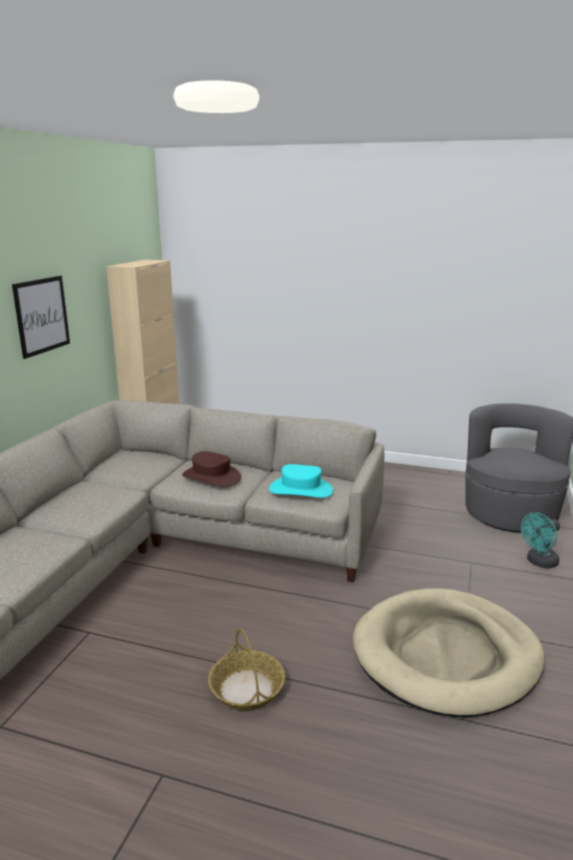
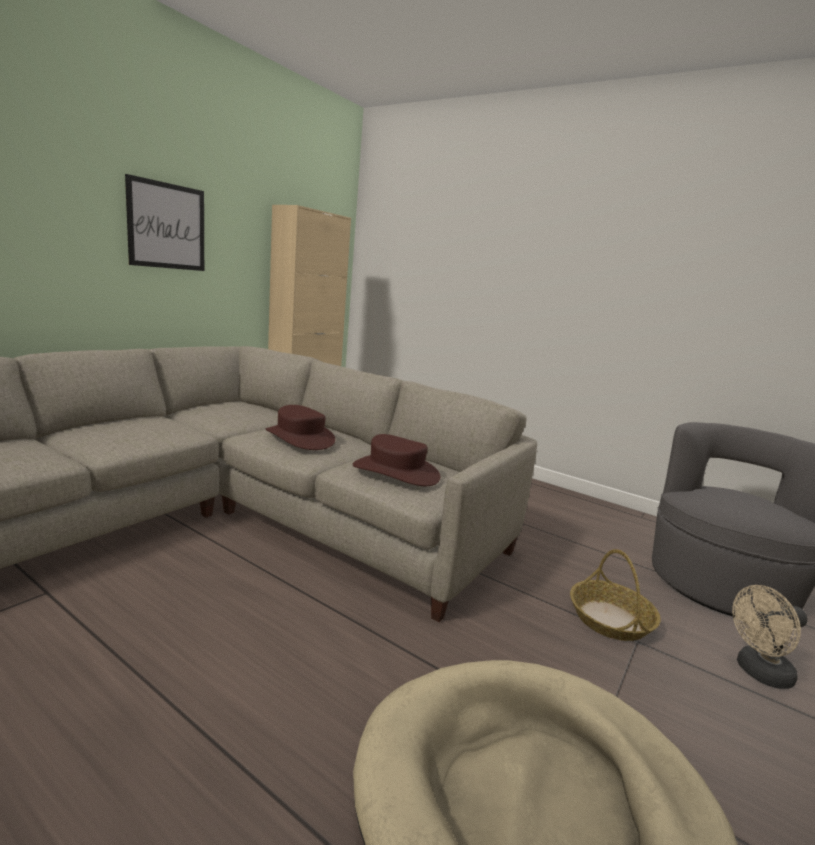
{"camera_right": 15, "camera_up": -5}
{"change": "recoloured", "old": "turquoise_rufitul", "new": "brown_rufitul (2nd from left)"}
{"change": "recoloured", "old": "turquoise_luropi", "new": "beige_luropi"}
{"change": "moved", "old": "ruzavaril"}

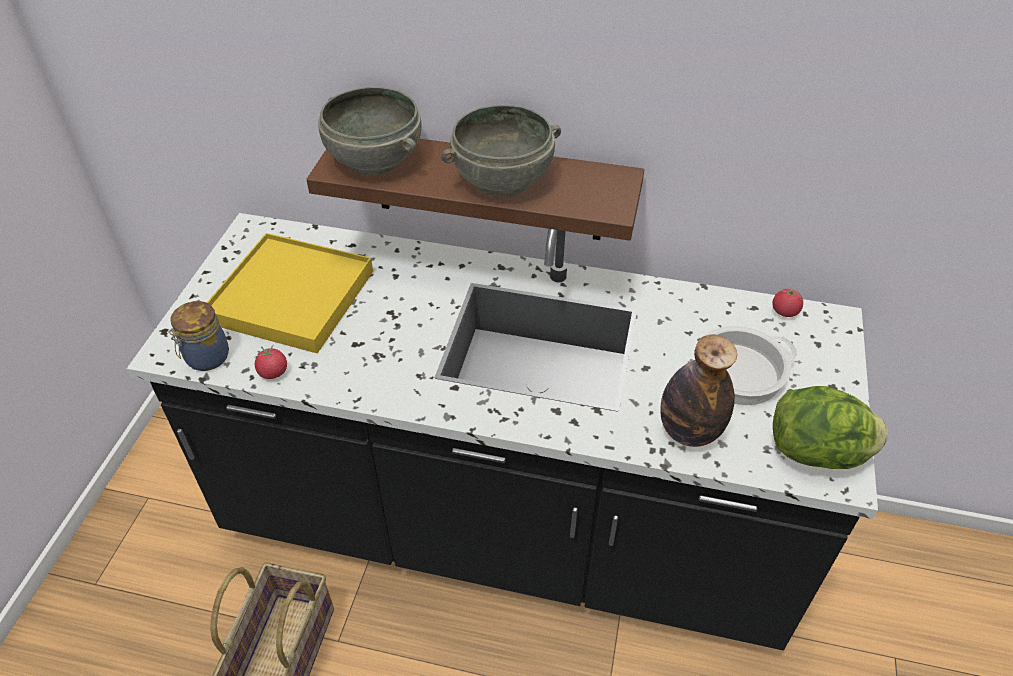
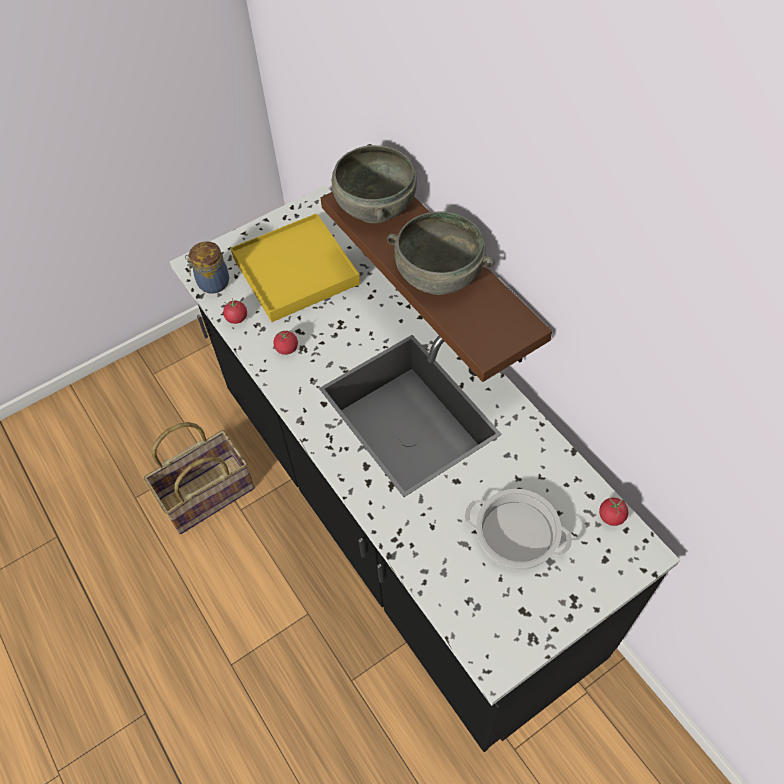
{"camera_right": 45, "camera_up": 10}
{"change": "removed", "old": "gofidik"}
{"change": "removed", "old": "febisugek"}
{"change": "added", "new": "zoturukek (2nd from left)"}

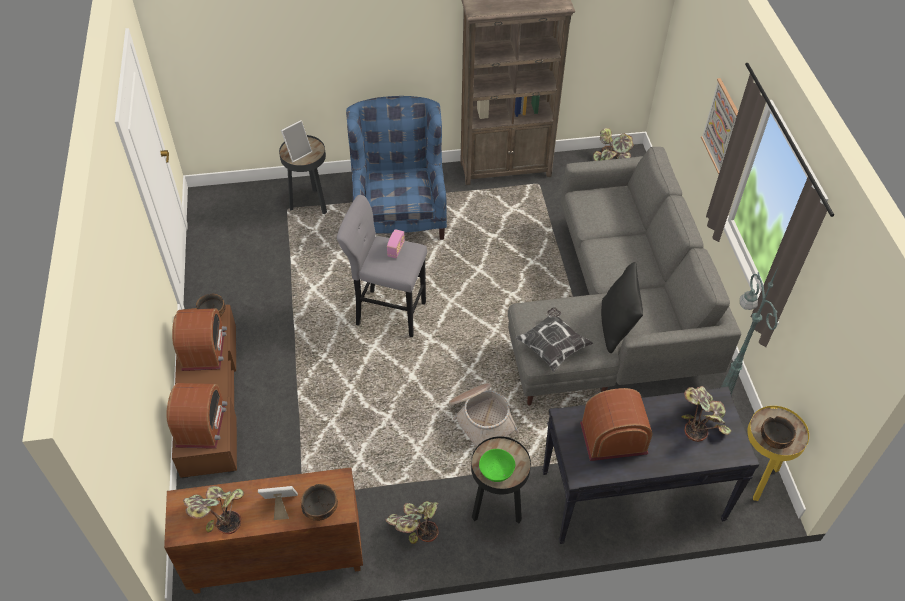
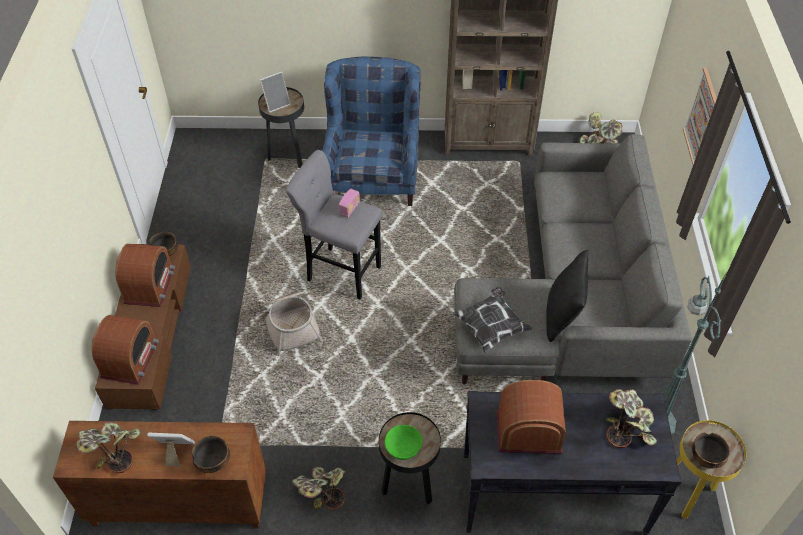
{"camera_right": 10, "camera_up": 0}
{"change": "moved", "old": "ruzavaril"}

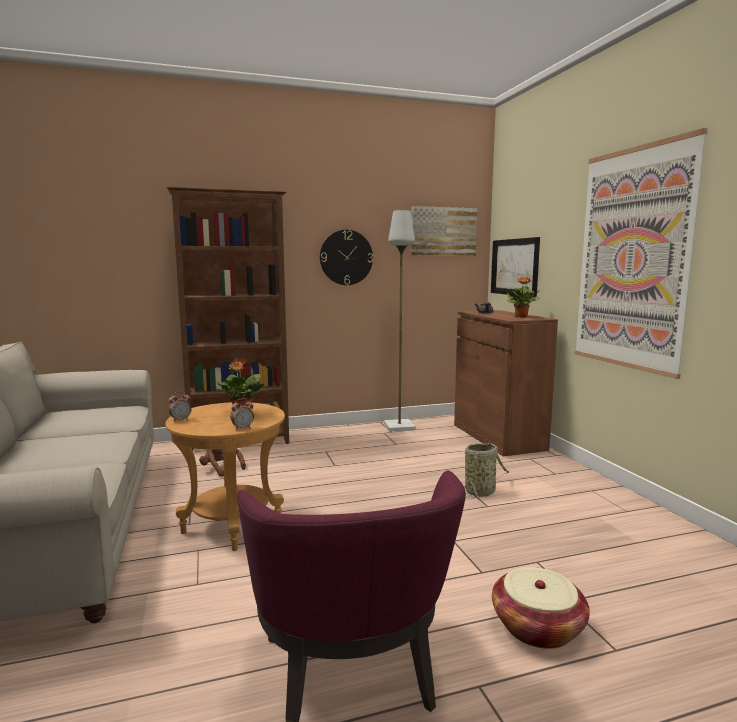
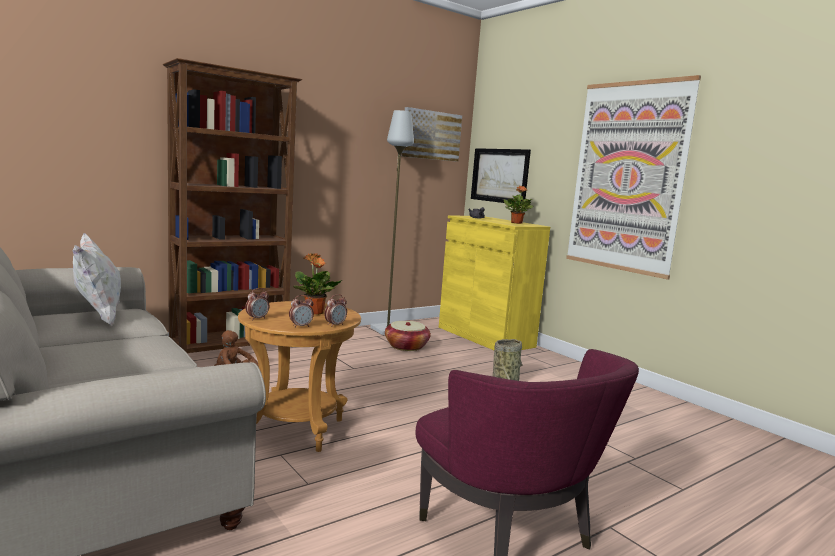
{"camera_right": -20, "camera_up": 0}
{"change": "removed", "old": "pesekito"}
{"change": "recoloured", "old": "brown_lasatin", "new": "yellow_lasatin"}
{"change": "moved", "old": "ruzavaril (2nd from left in the first image)", "new": "ruzavaril (1st from left)"}
{"change": "added", "new": "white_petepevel"}
{"change": "added", "new": "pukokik (2nd from left)"}

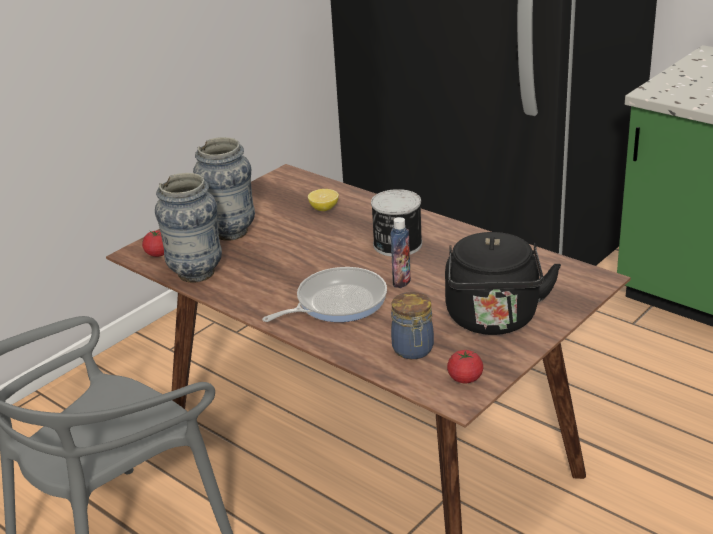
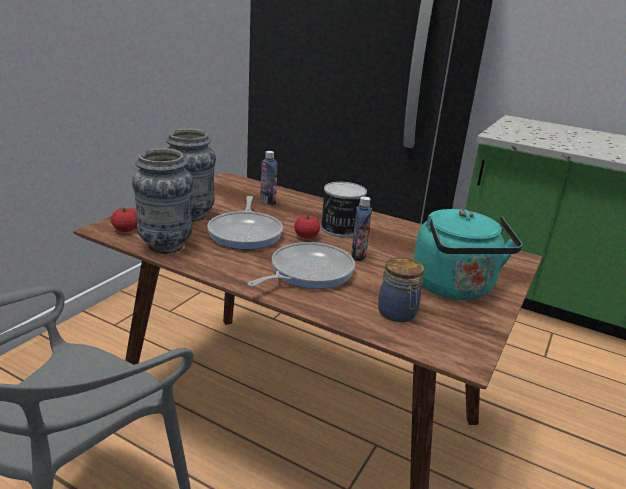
{"camera_right": -15, "camera_up": -5}
{"change": "replaced", "old": "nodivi", "new": "gofidik (1st from left)"}
{"change": "recoloured", "old": "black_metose", "new": "turquoise_metose"}
{"change": "moved", "old": "zoturukek (2nd from left)"}
{"change": "added", "new": "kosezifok (1st from left)"}

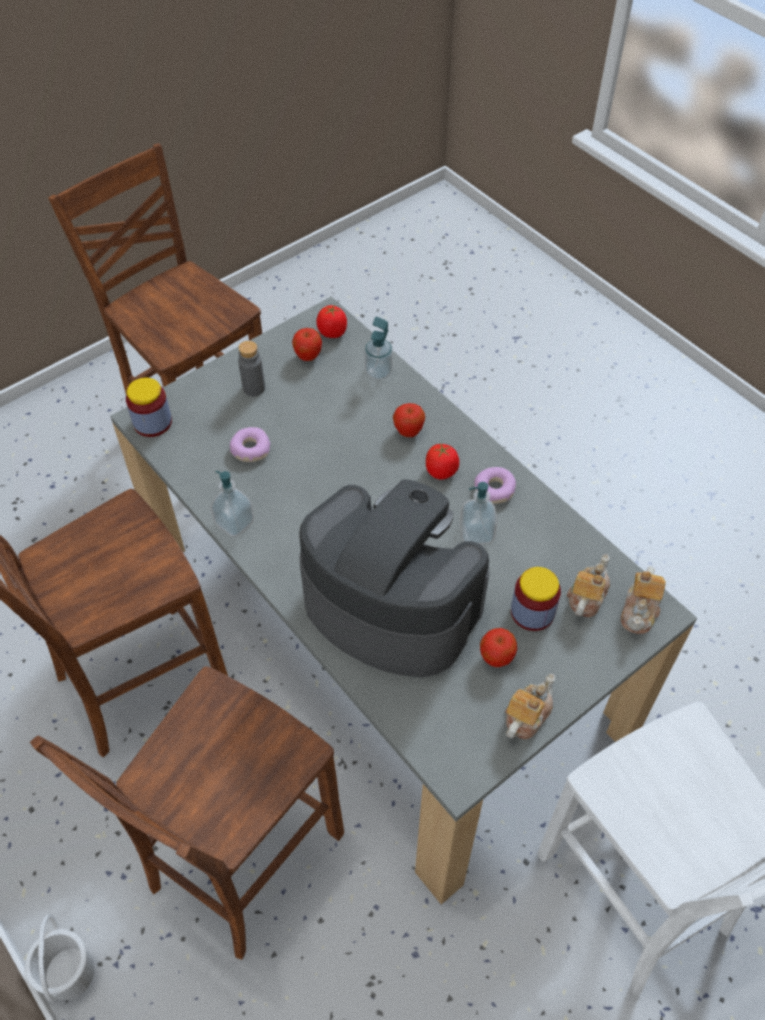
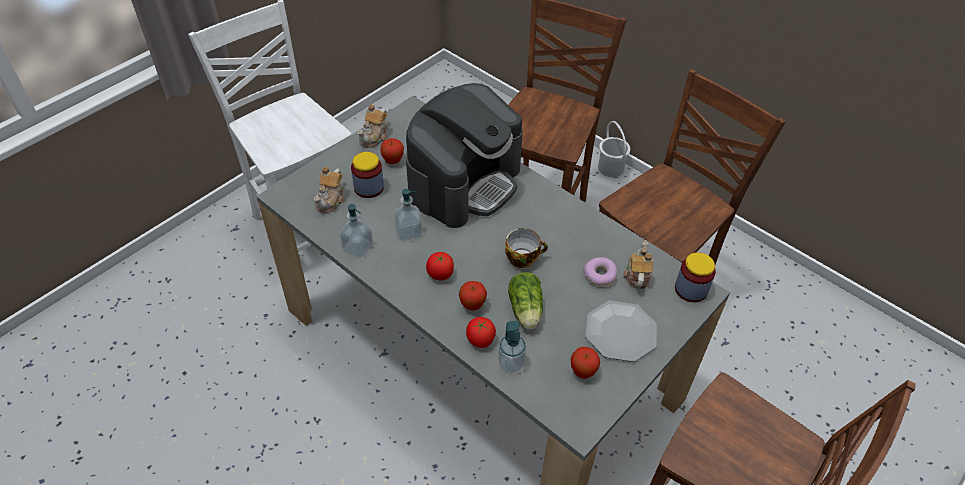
{"camera_right": 170, "camera_up": -5}
{"change": "moved", "old": "zoturukek (1st from left in the first image)", "new": "zoturukek (2nd from left)"}
{"change": "replaced", "old": "grey_gofidik", "new": "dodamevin"}
{"change": "removed", "old": "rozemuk (2nd from left)"}
{"change": "moved", "old": "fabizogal (1st from left)"}
{"change": "turned", "old": "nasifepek", "degrees": -75}
{"change": "moved", "old": "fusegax (3rd from left)"}
{"change": "added", "new": "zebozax"}
{"change": "added", "new": "febisugek"}

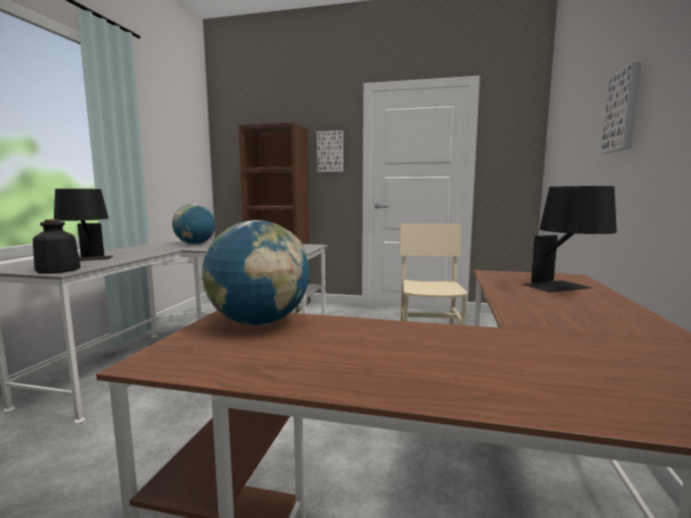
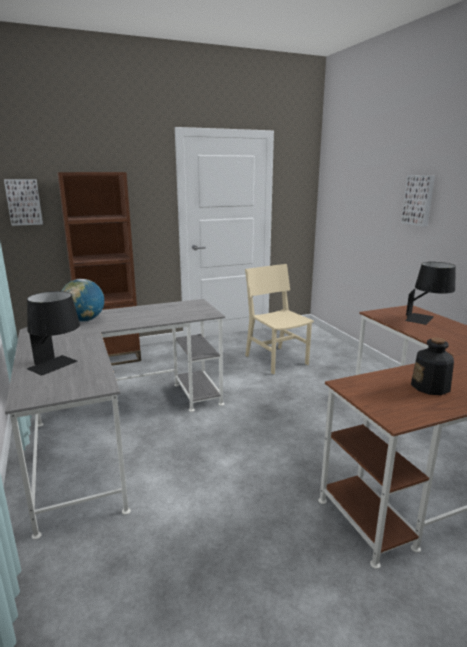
{"camera_right": -35, "camera_up": 10}
{"change": "moved", "old": "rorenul (1st from left)"}
{"change": "moved", "old": "gofidik"}
{"change": "removed", "old": "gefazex (2nd from left)"}

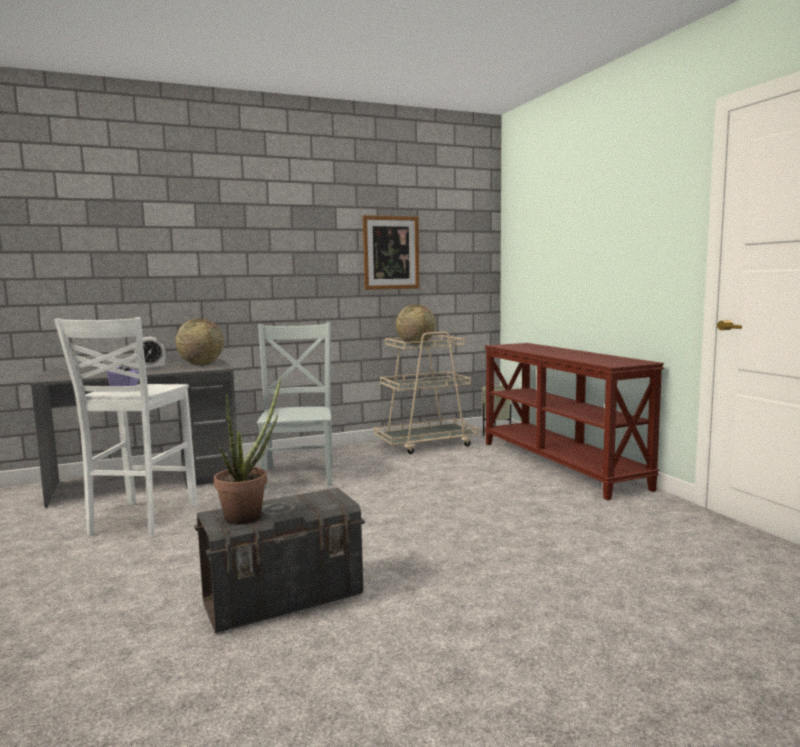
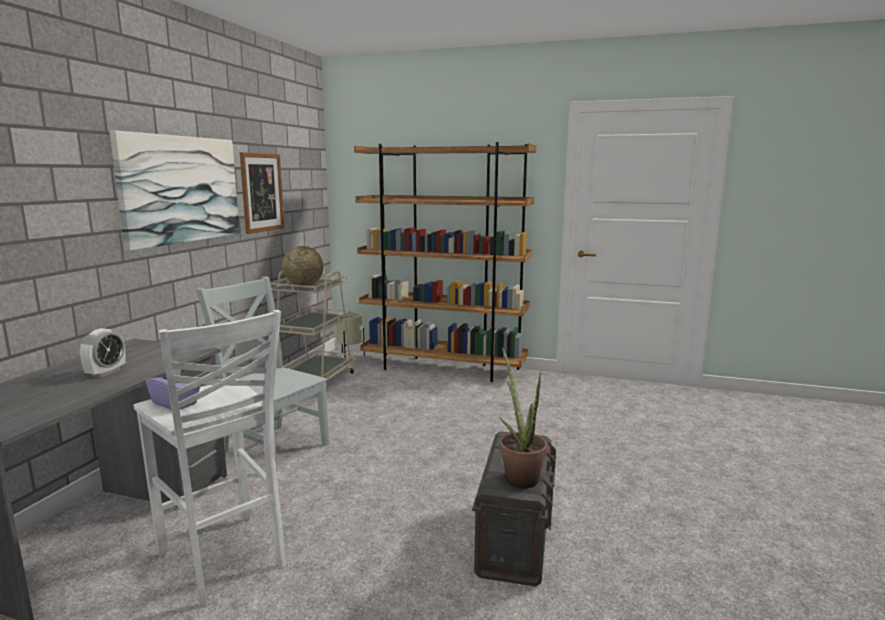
{"camera_right": -50, "camera_up": 5}
{"change": "removed", "old": "gefazex (1st from left)"}
{"change": "replaced", "old": "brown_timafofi", "new": "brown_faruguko"}
{"change": "added", "new": "rorenul (1st from left)"}

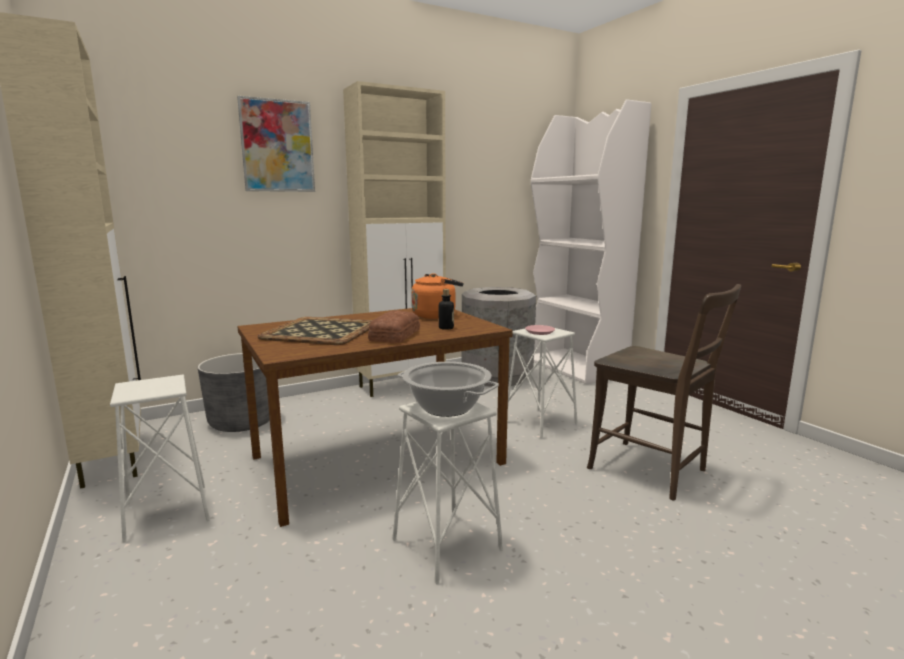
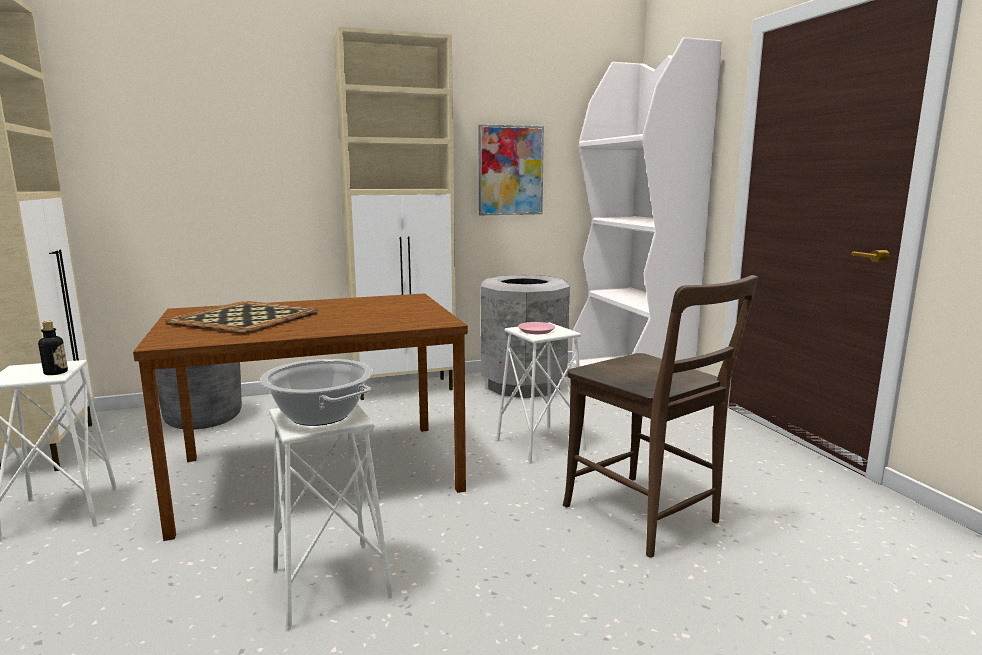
{"camera_right": 10, "camera_up": 0}
{"change": "moved", "old": "rorenul"}
{"change": "removed", "old": "orange_metose"}
{"change": "moved", "old": "gofidik"}
{"change": "removed", "old": "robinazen"}

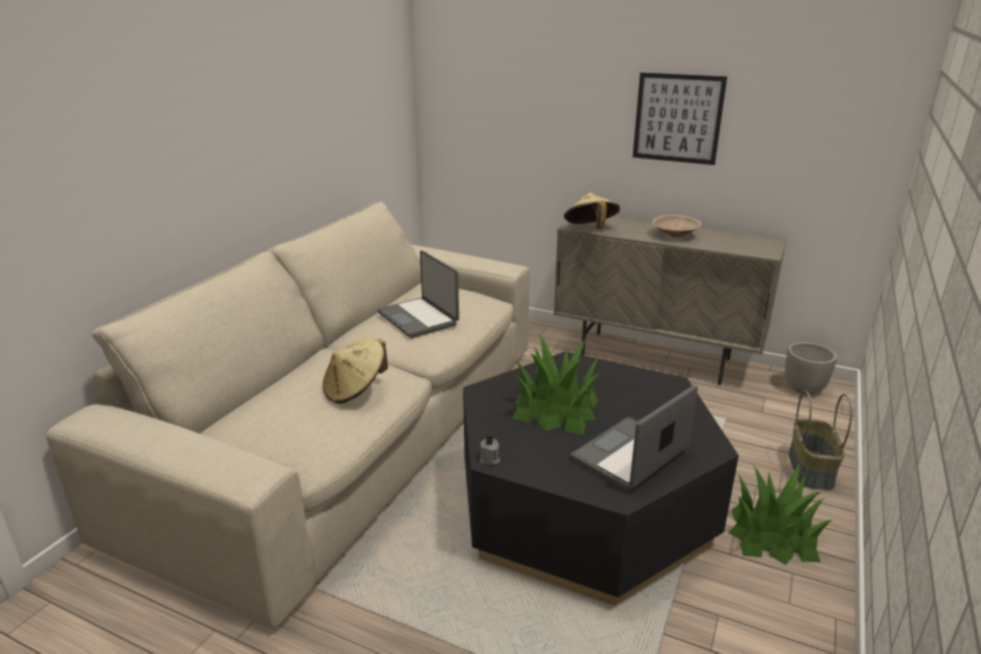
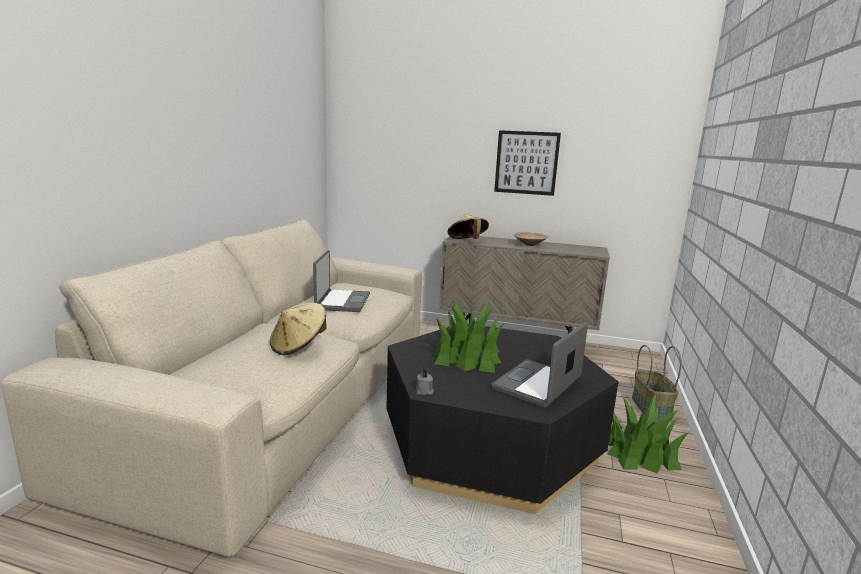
{"camera_right": -10, "camera_up": -10}
{"change": "turned", "old": "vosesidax (1st from left)", "degrees": -135}
{"change": "removed", "old": "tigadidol"}

